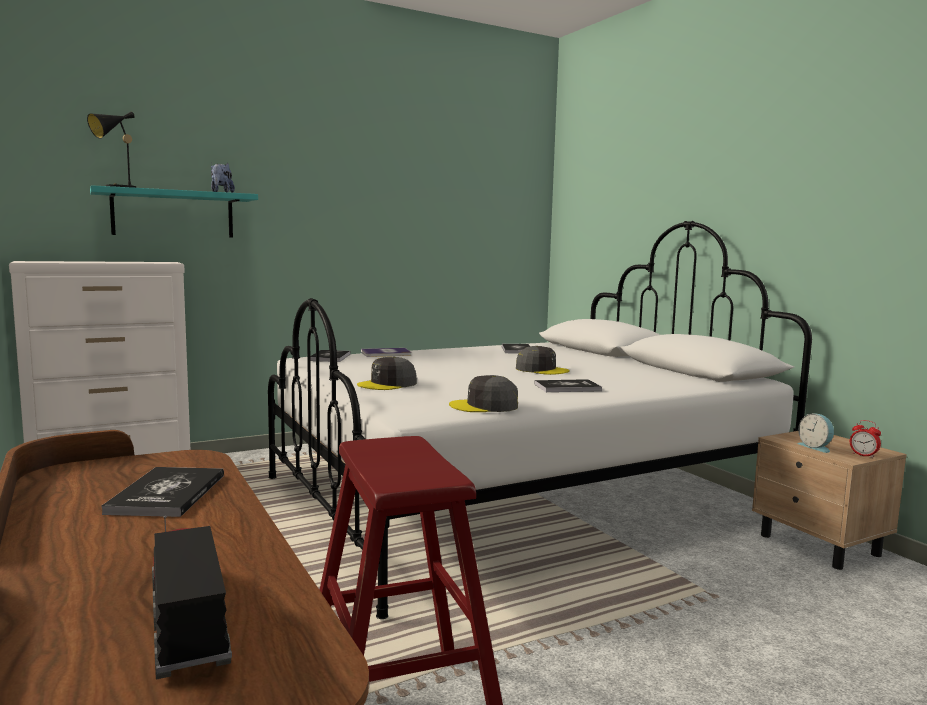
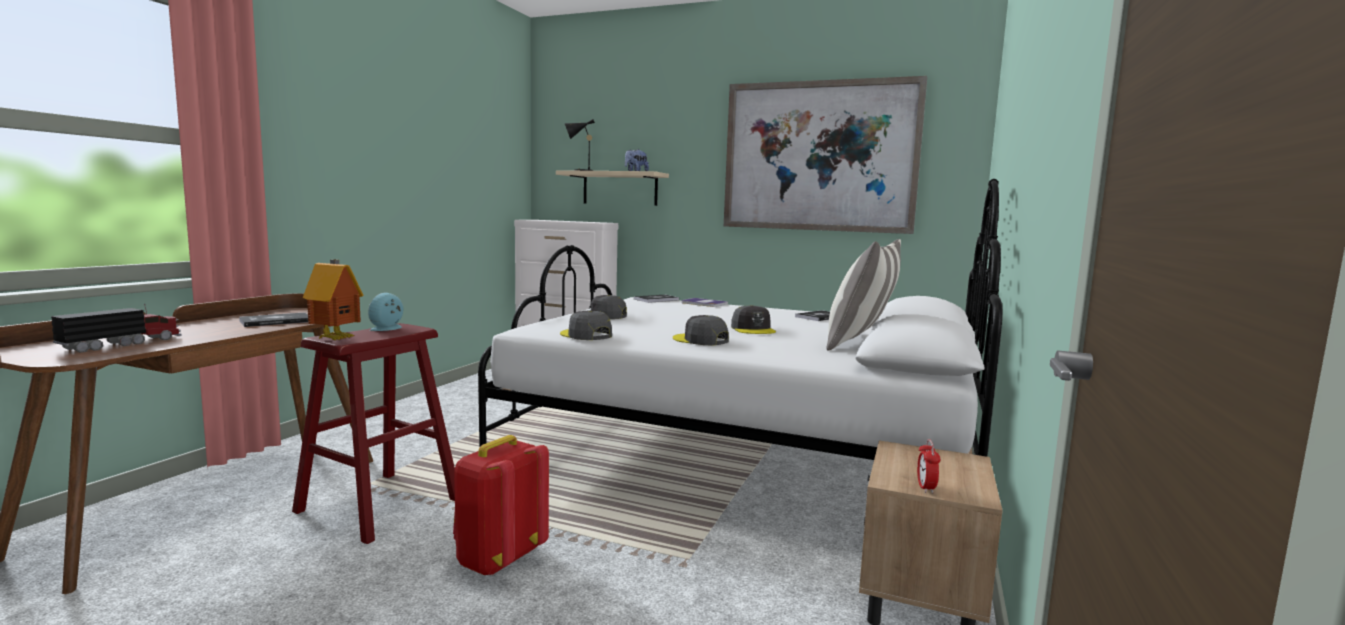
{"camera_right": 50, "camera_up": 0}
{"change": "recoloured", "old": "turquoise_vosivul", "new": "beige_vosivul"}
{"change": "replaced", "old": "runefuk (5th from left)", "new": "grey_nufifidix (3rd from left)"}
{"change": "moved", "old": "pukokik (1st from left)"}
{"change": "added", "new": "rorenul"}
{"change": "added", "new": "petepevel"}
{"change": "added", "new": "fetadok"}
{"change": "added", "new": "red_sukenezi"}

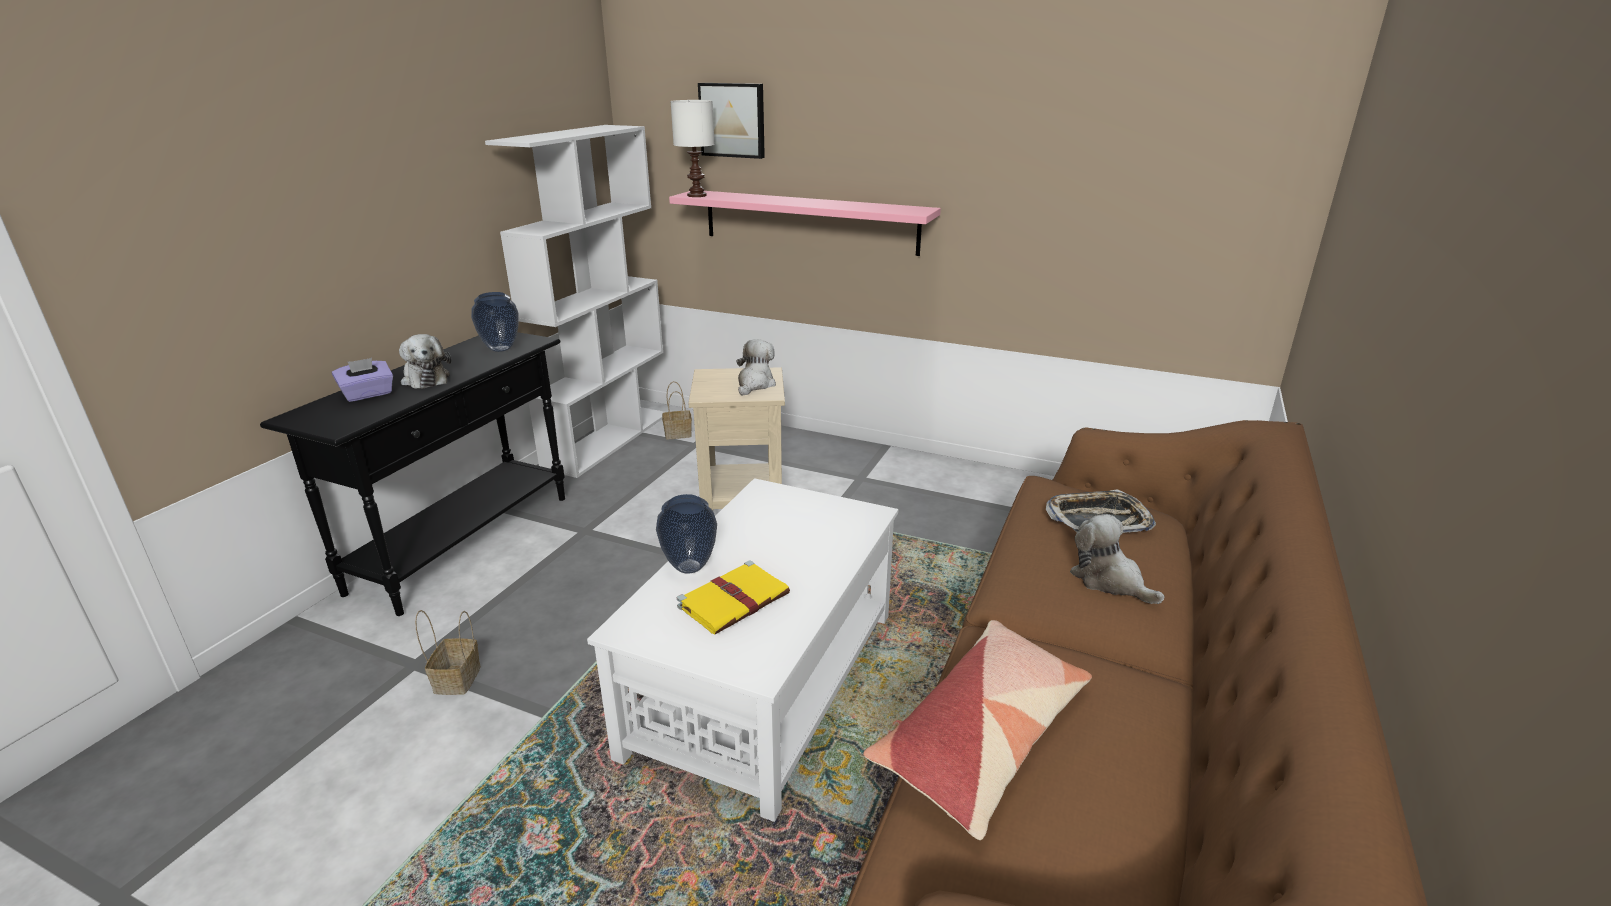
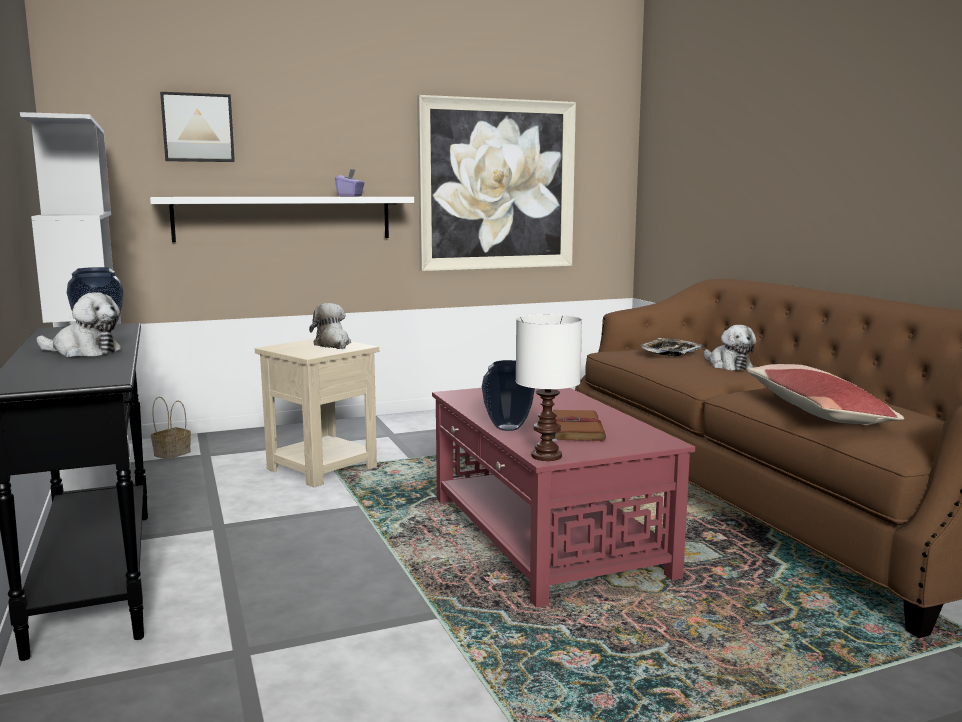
{"camera_right": -45, "camera_up": -15}
{"change": "moved", "old": "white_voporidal"}
{"change": "recoloured", "old": "pink_vosivul", "new": "white_vosivul"}
{"change": "moved", "old": "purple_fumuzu"}
{"change": "recoloured", "old": "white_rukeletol", "new": "red_rukeletol"}
{"change": "turned", "old": "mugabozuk (3rd from left)", "degrees": -120}
{"change": "recoloured", "old": "yellow_runefuk", "new": "brown_runefuk"}
{"change": "removed", "old": "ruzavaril (1st from left)"}
{"change": "added", "new": "rorenul (2nd from left)"}

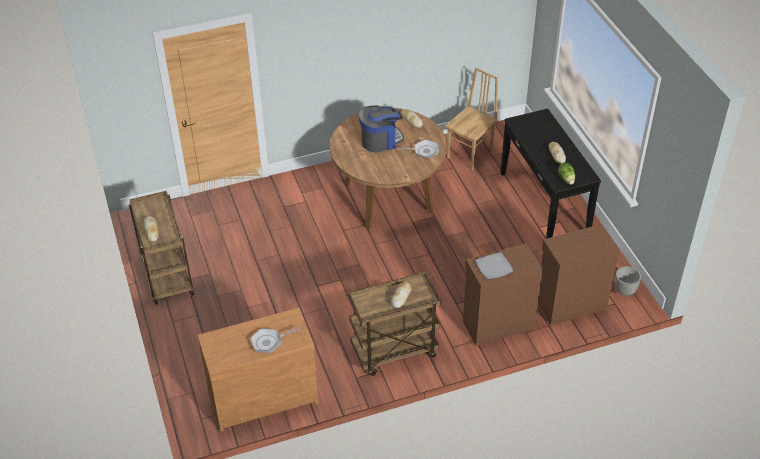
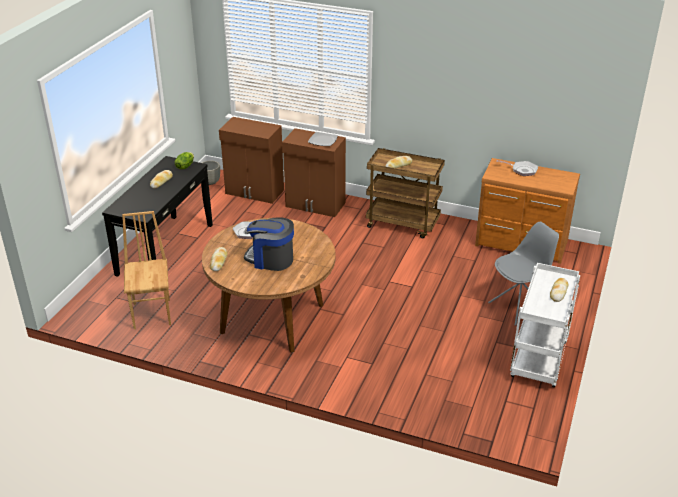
{"camera_right": -140, "camera_up": -10}
{"change": "turned", "old": "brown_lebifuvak", "degrees": 90}
{"change": "recoloured", "old": "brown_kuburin (1st from left)", "new": "white_kuburin"}
{"change": "added", "new": "grey_lebifuvak"}

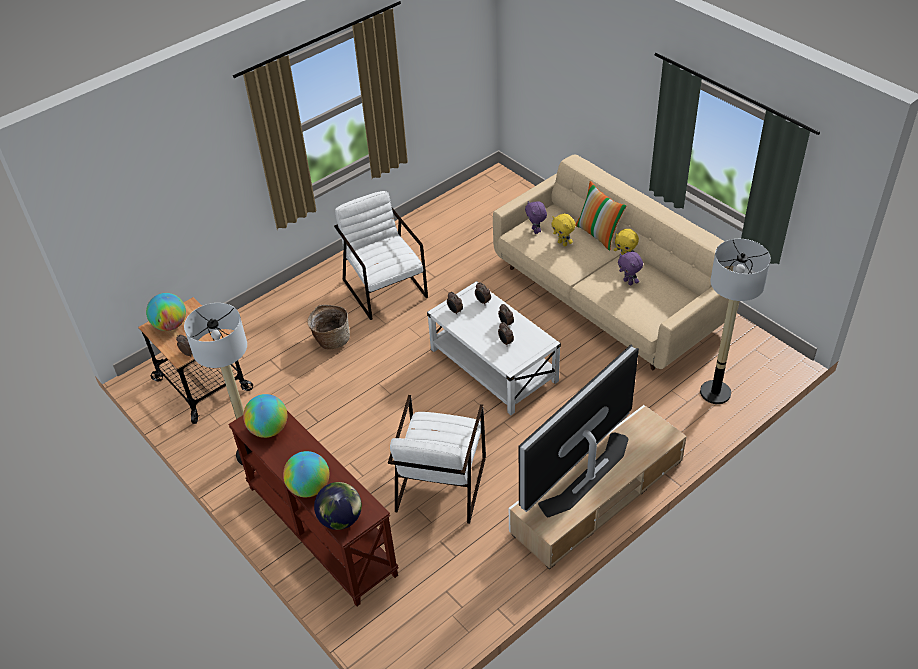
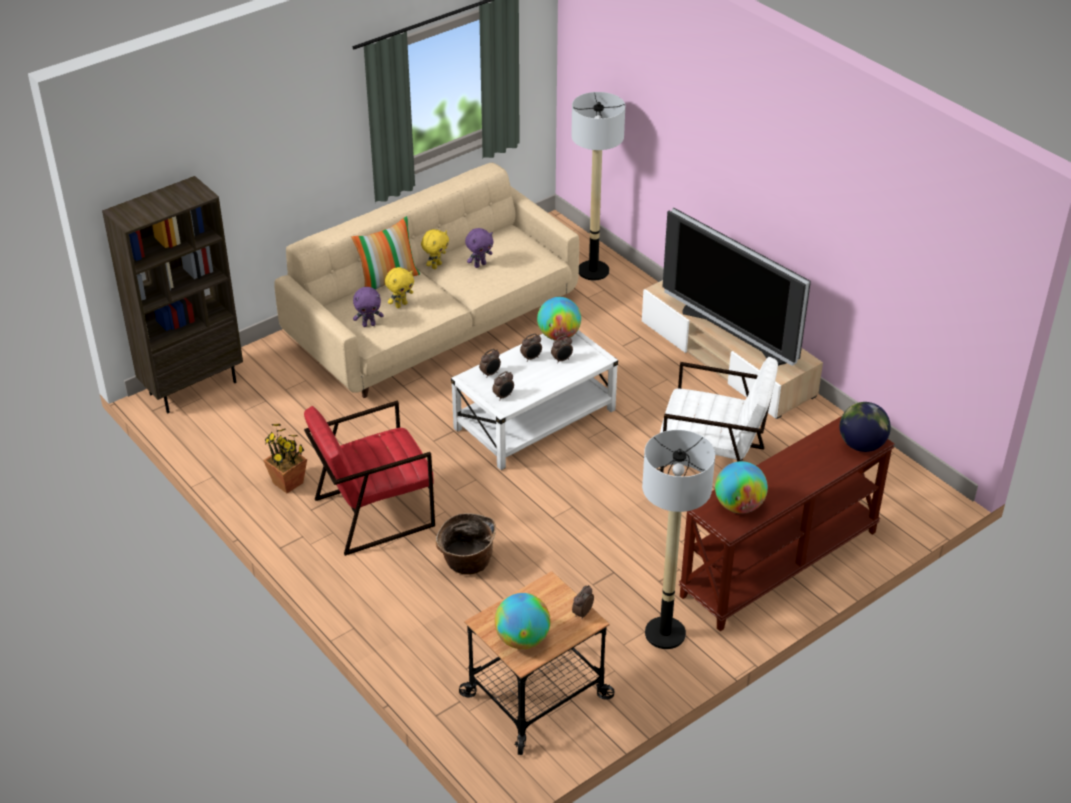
{"camera_right": -90, "camera_up": -5}
{"change": "recoloured", "old": "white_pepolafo (1st from left)", "new": "red_pepolafo"}
{"change": "moved", "old": "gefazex (3rd from left in the first image)", "new": "gefazex (2nd from left)"}
{"change": "added", "new": "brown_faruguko"}
{"change": "added", "new": "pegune"}

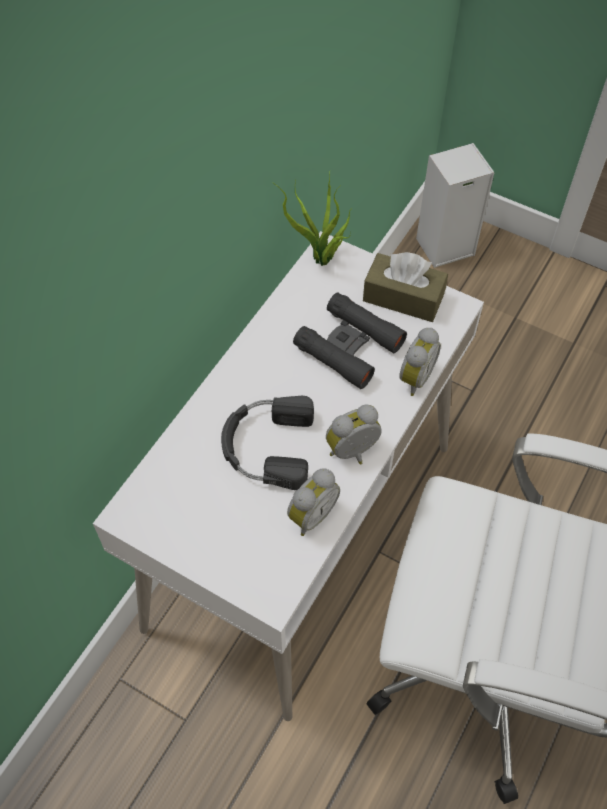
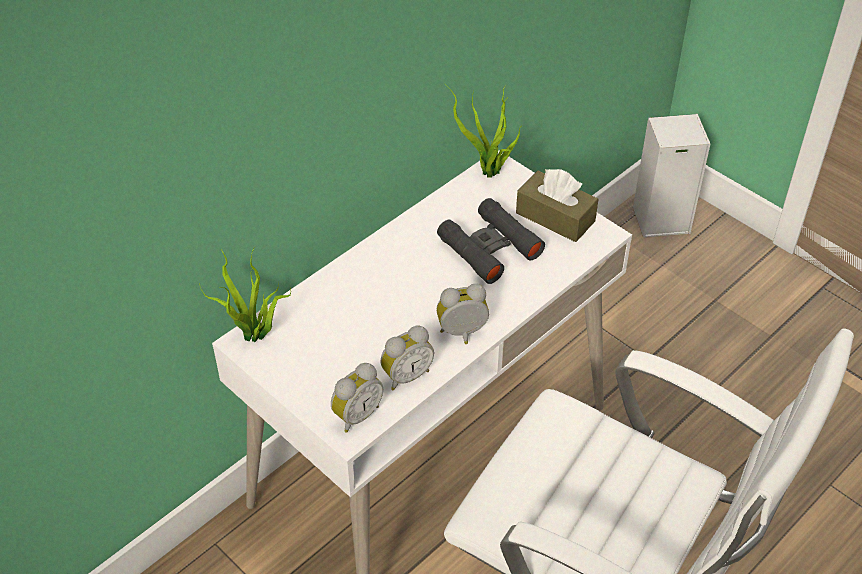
{"camera_right": 15, "camera_up": -10}
{"change": "moved", "old": "pukokik (3rd from left in the first image)", "new": "pukokik (1st from left)"}
{"change": "removed", "old": "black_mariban"}
{"change": "added", "new": "pegune (1st from left)"}

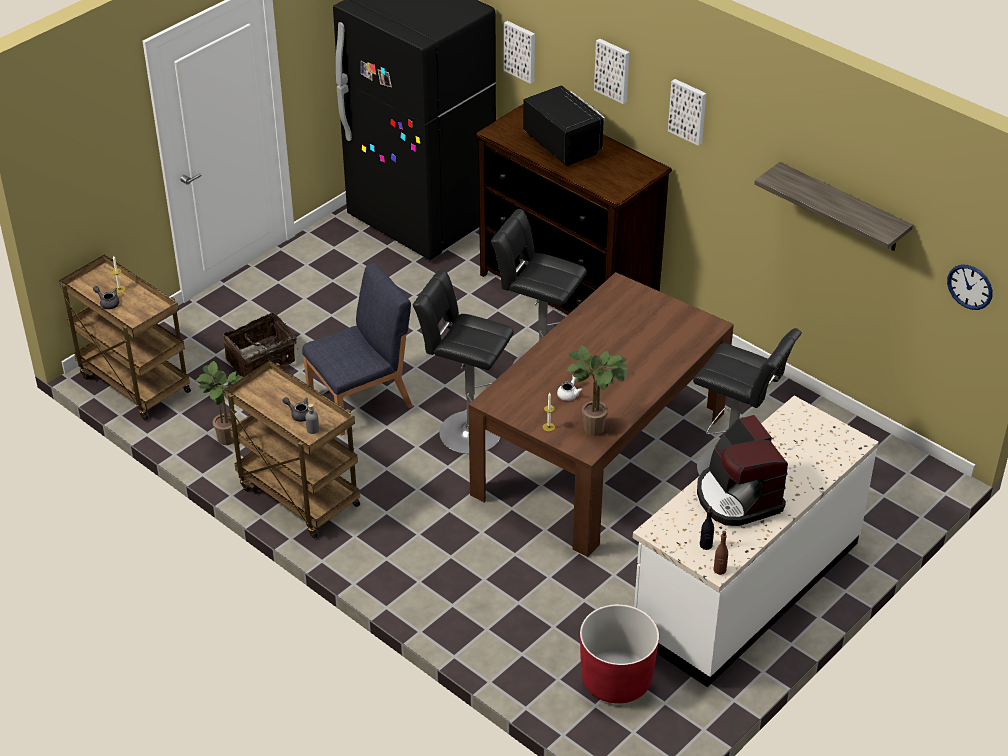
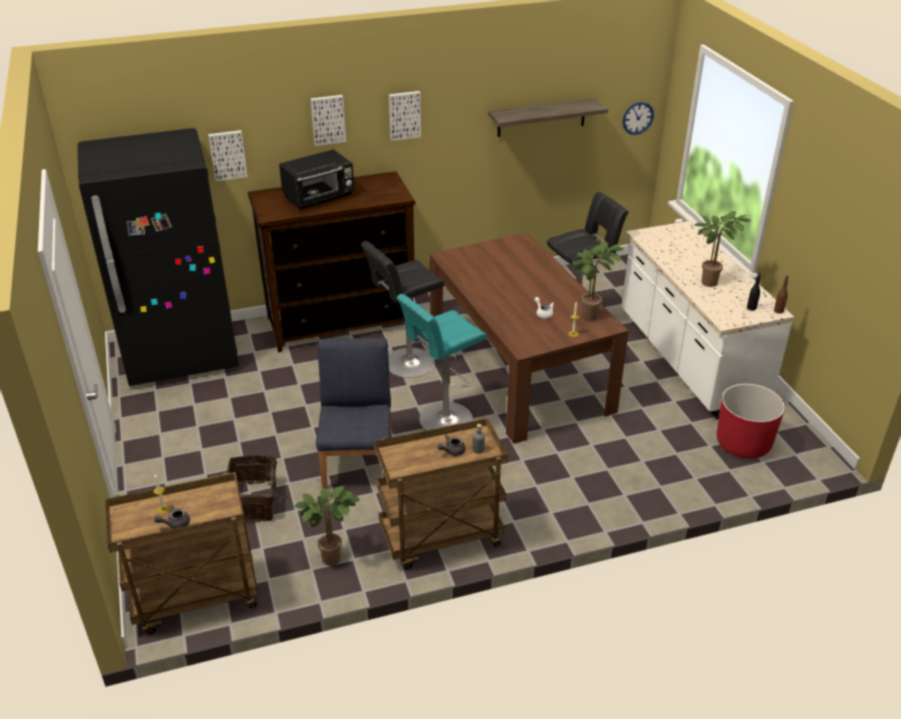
{"camera_right": -60, "camera_up": -5}
{"change": "turned", "old": "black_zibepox", "degrees": 150}
{"change": "recoloured", "old": "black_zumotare (1st from left)", "new": "turquoise_zumotare"}
{"change": "replaced", "old": "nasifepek", "new": "pegune (3rd from left)"}

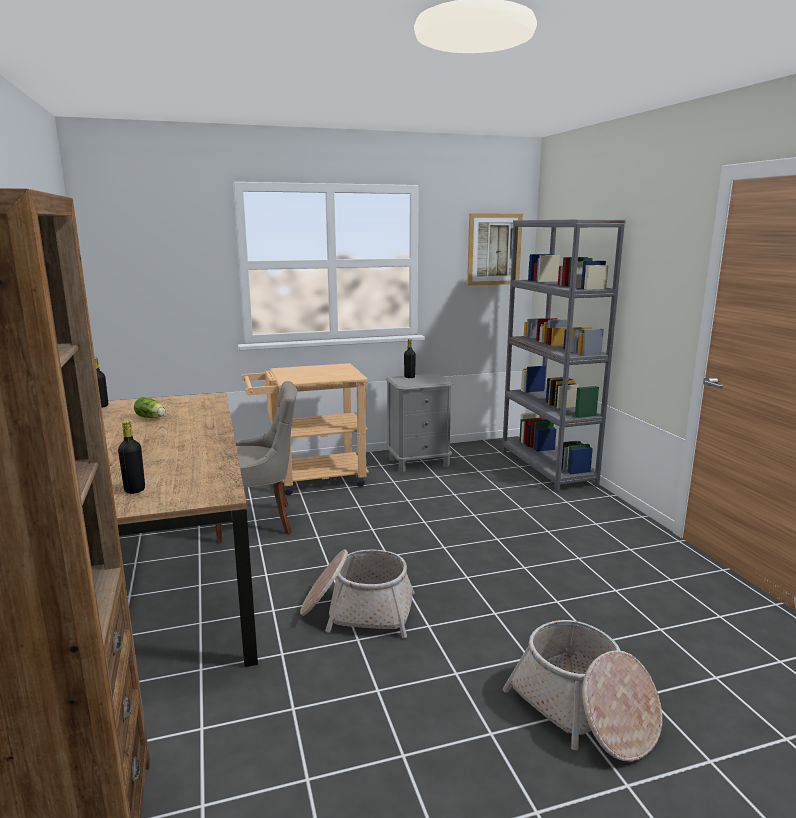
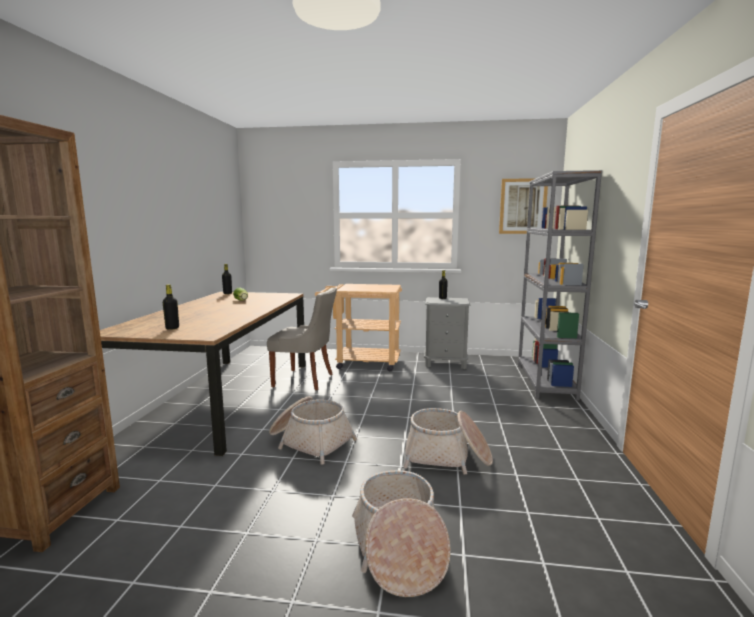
{"camera_right": 25, "camera_up": -5}
{"change": "added", "new": "ruzavaril (3rd from left)"}

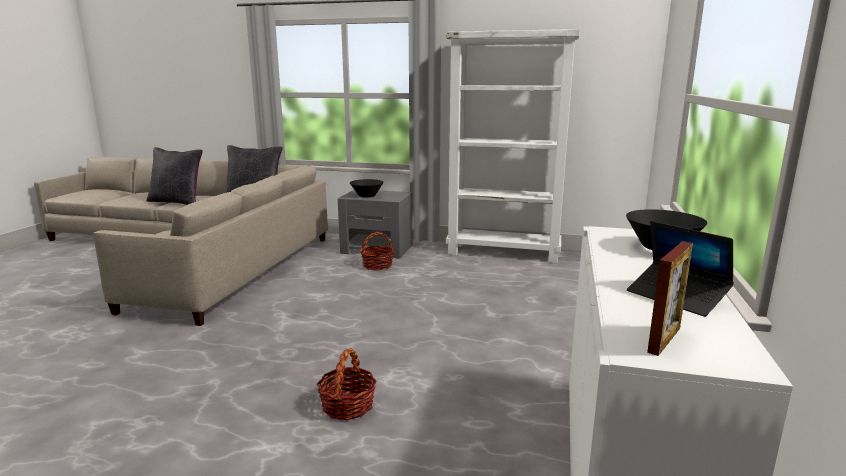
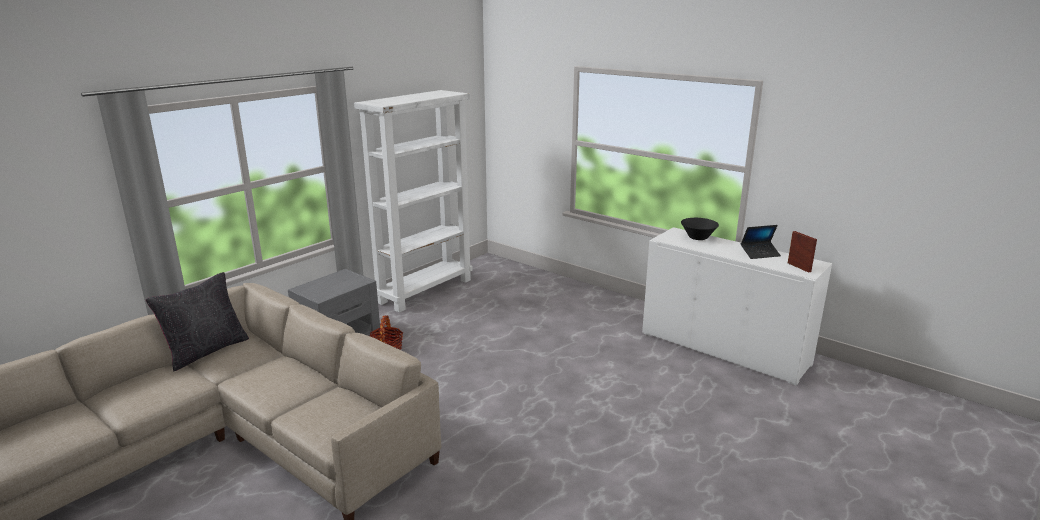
{"camera_right": -65, "camera_up": 5}
{"change": "removed", "old": "black_petepevel (1st from left)"}
{"change": "removed", "old": "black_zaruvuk (1st from left)"}
{"change": "removed", "old": "ruzavaril (1st from left)"}

